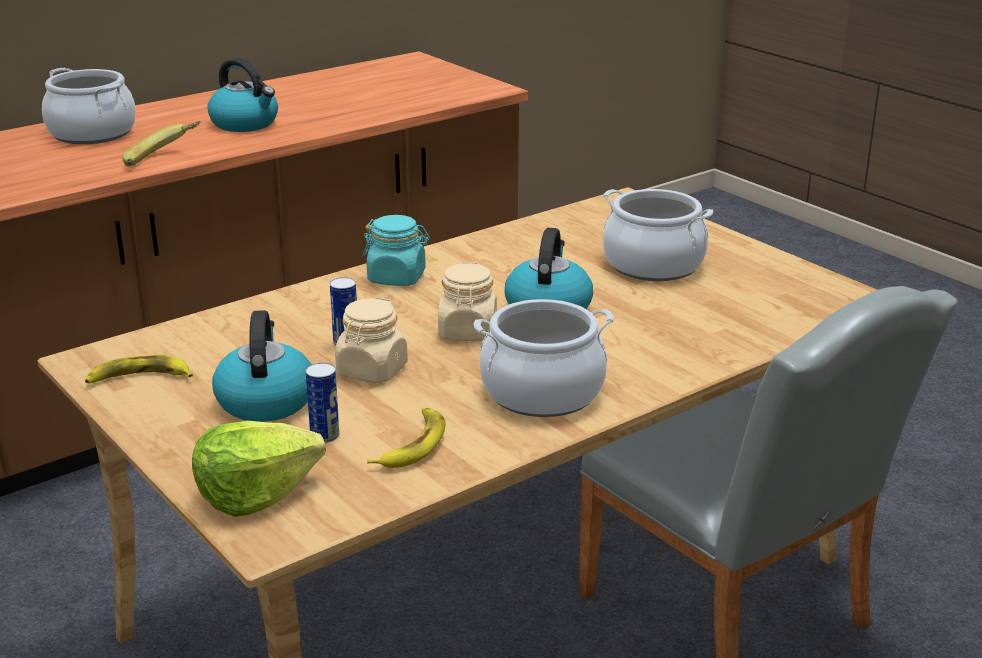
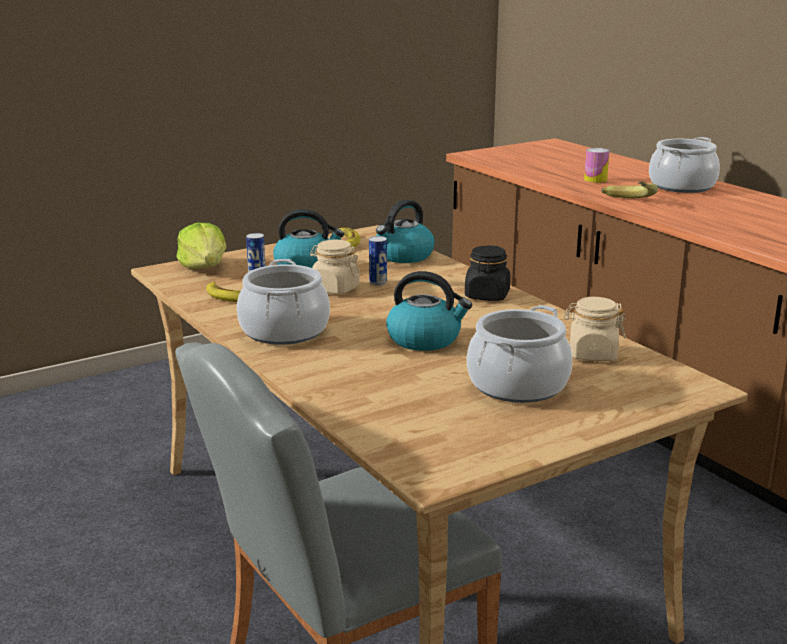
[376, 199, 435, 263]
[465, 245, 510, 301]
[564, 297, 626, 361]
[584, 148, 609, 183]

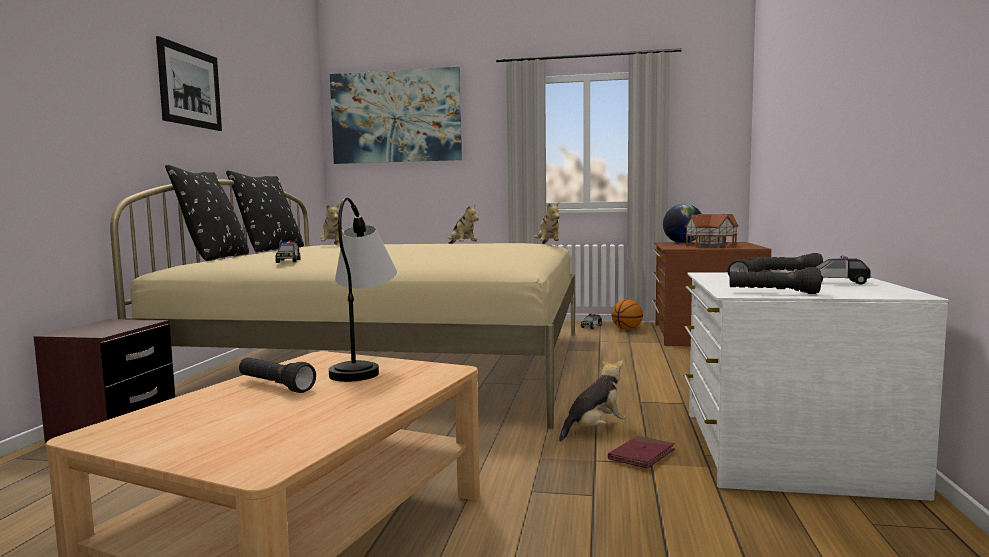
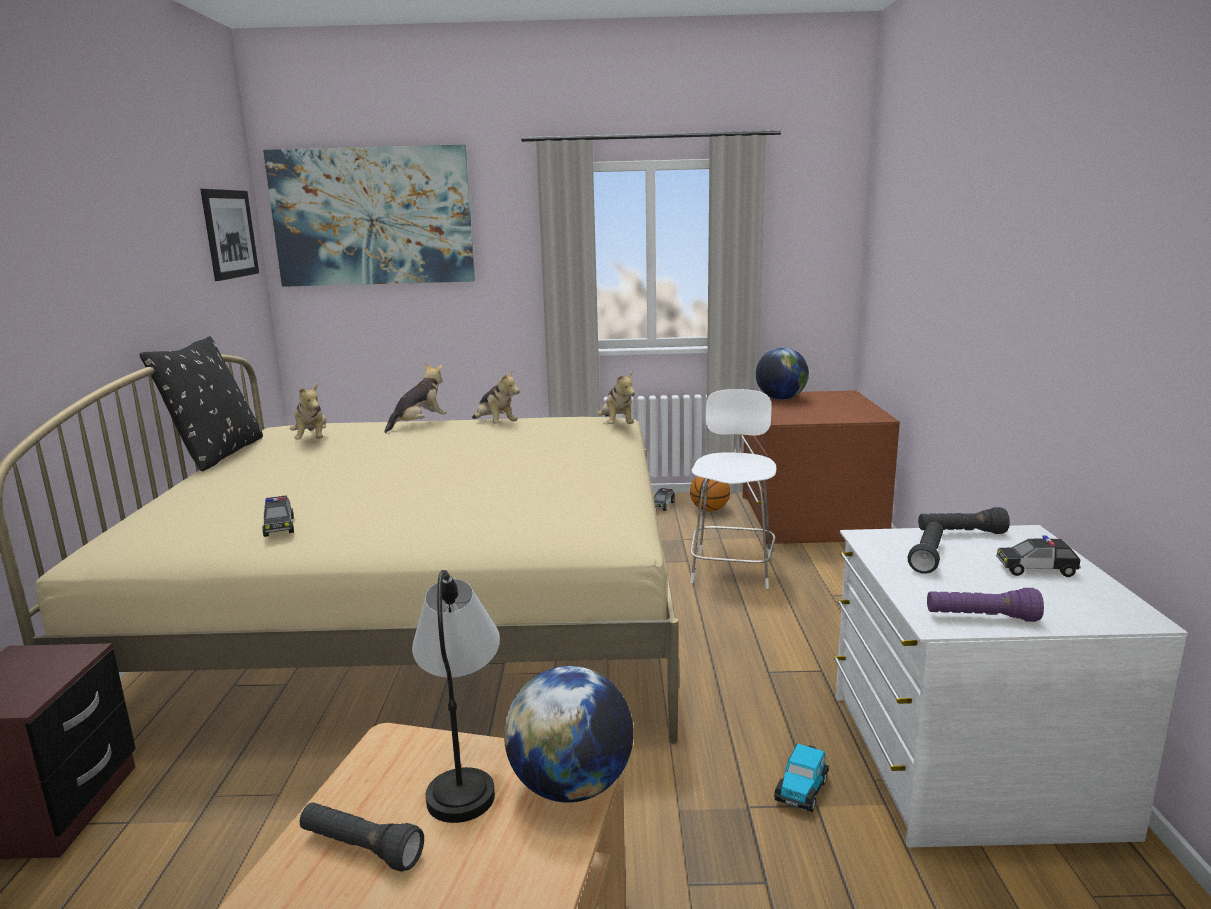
[200, 189, 259, 281]
[165, 165, 249, 261] (first image)
[685, 214, 739, 248] (first image)
[927, 588, 1044, 622]
[384, 363, 447, 433]
[774, 744, 829, 812]
[690, 389, 776, 589]
[504, 666, 634, 803]

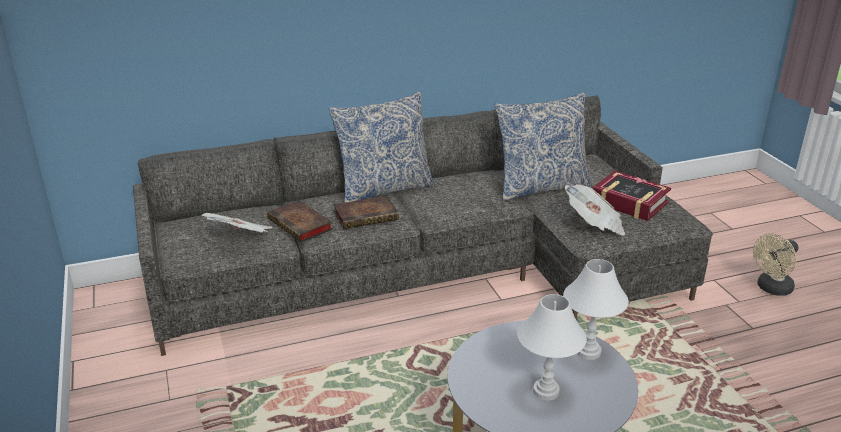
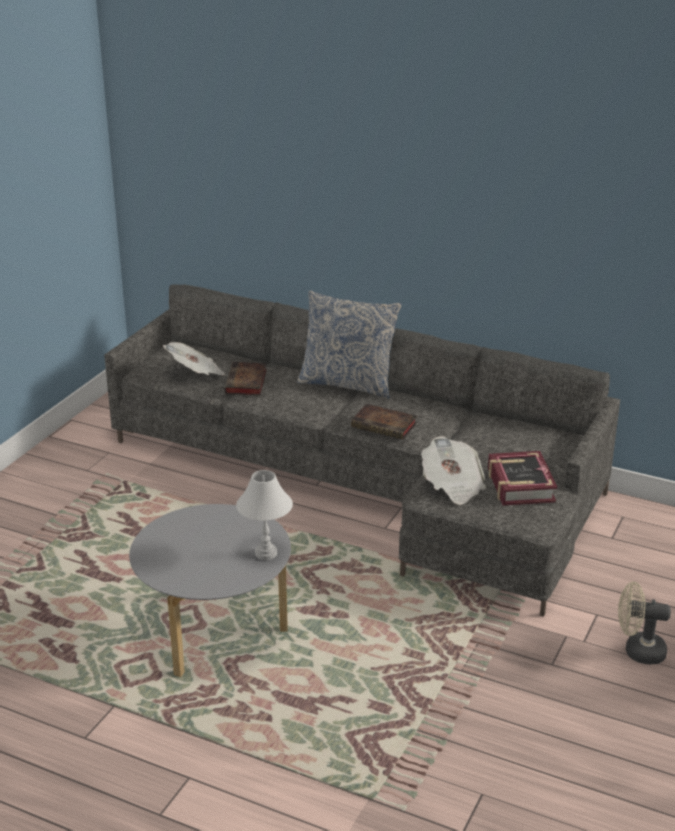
[495, 92, 592, 201] (first image)
[351, 404, 417, 439]
[517, 294, 587, 400] (first image)

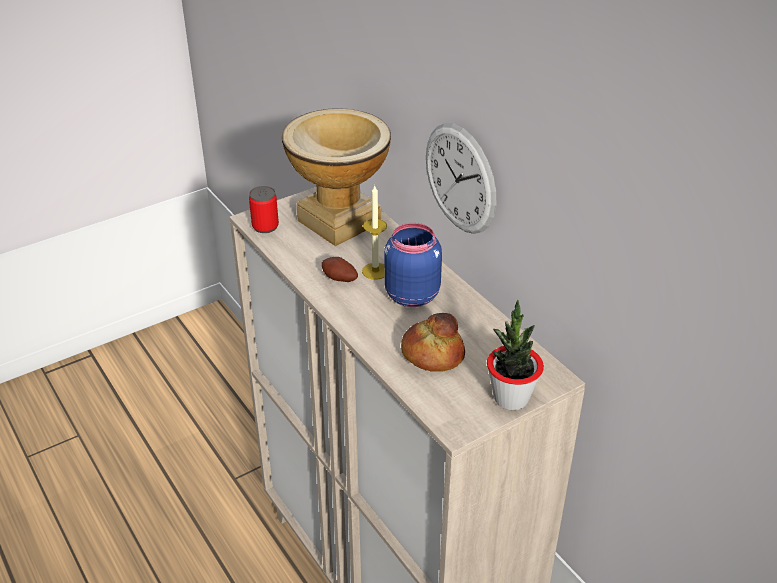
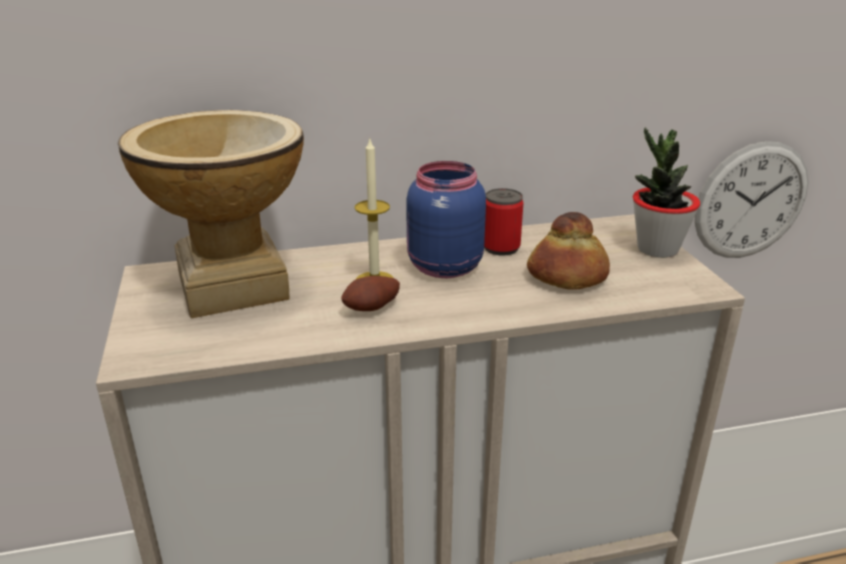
[694, 141, 808, 258]
[484, 188, 523, 256]

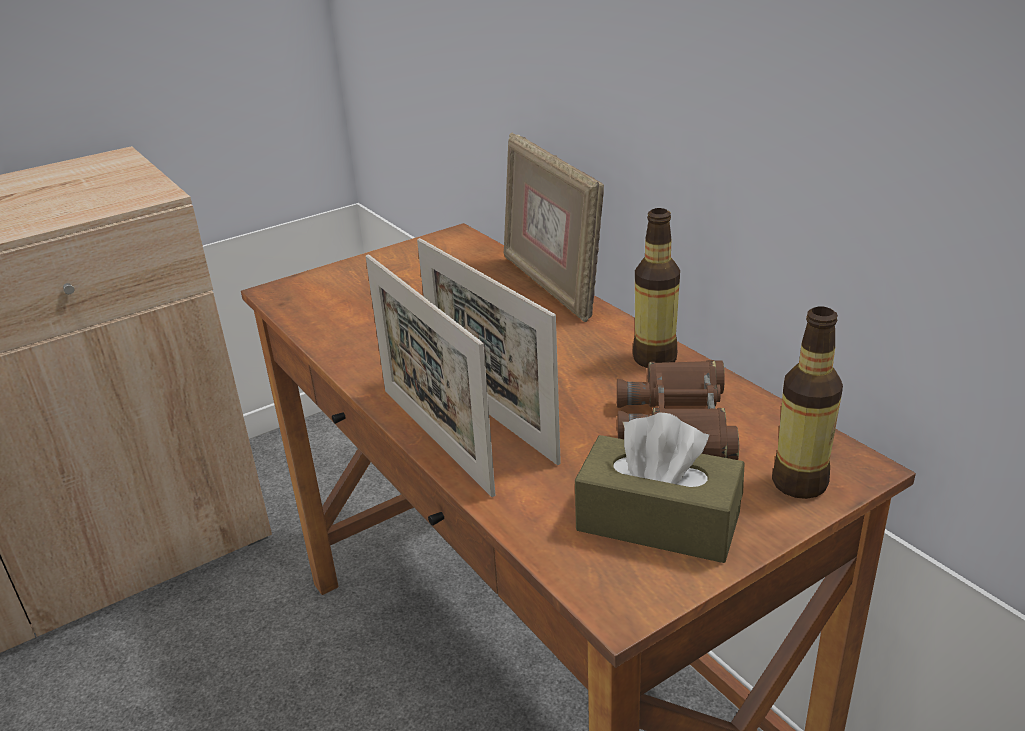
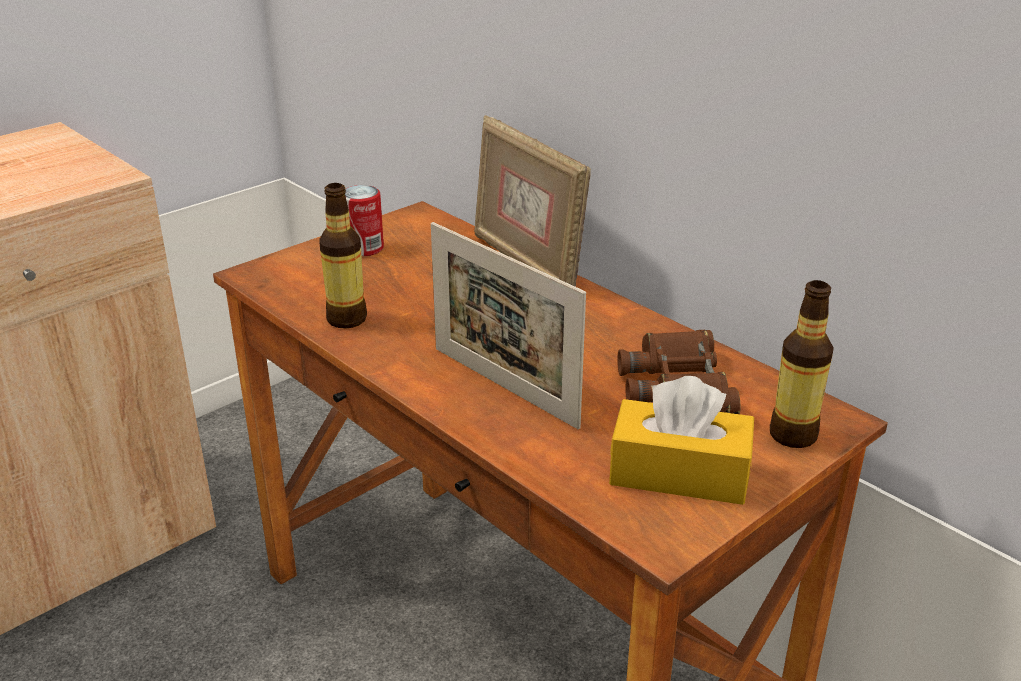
[319, 183, 367, 329]
[366, 254, 495, 497] (first image)
[609, 376, 754, 505]
[345, 185, 384, 256]

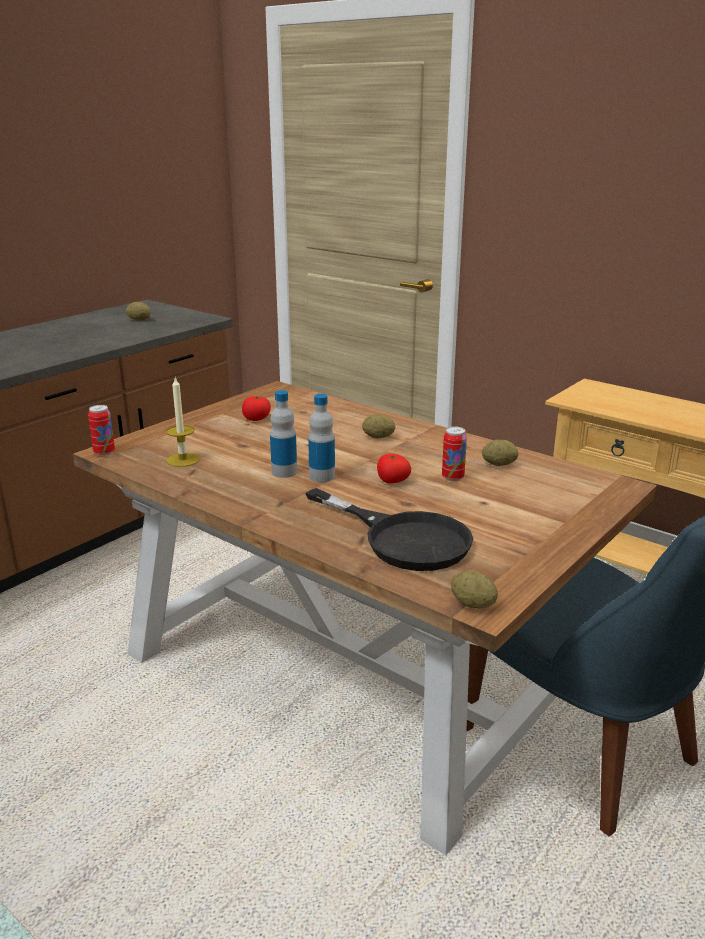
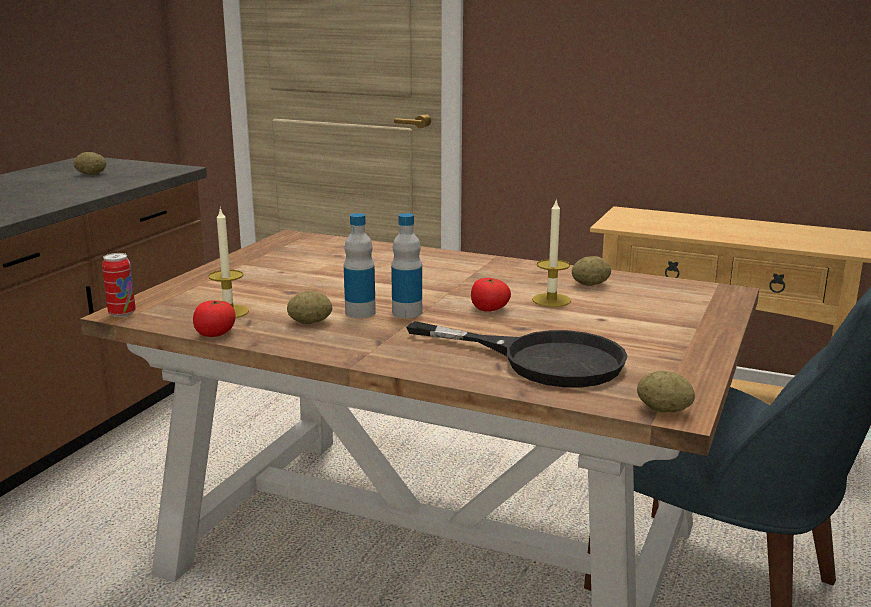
[193, 300, 236, 337]
[287, 291, 333, 324]
[532, 198, 571, 307]

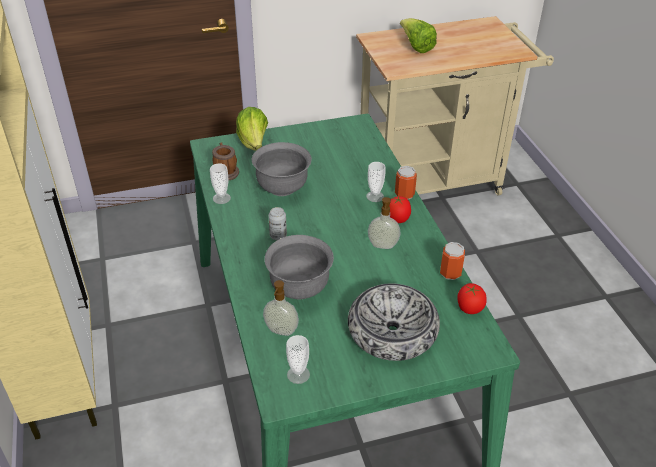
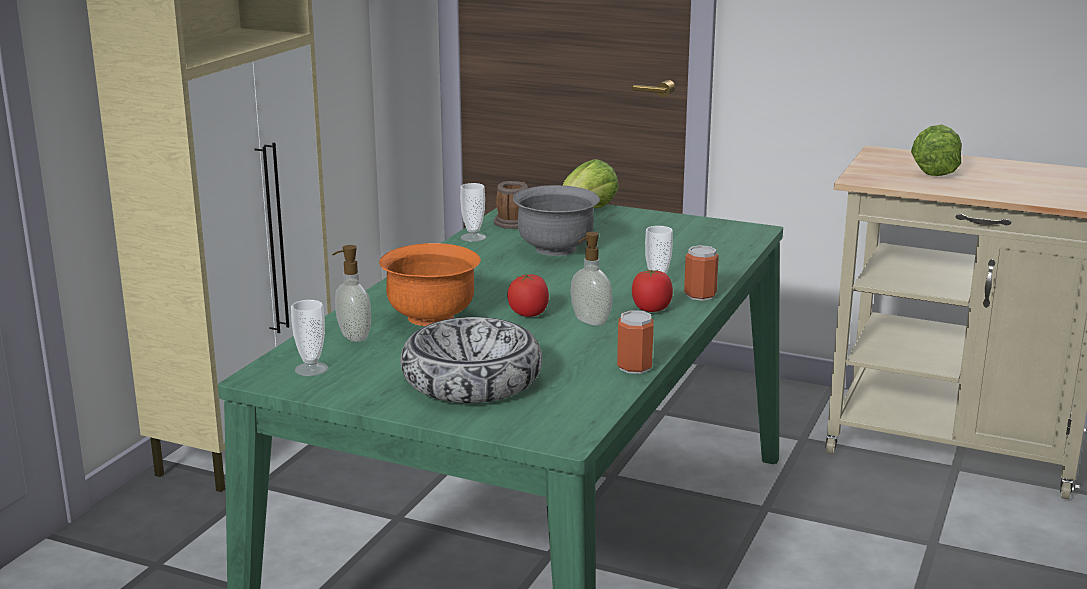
[268, 207, 287, 240] (first image)
[379, 243, 481, 326]
[507, 273, 549, 317]

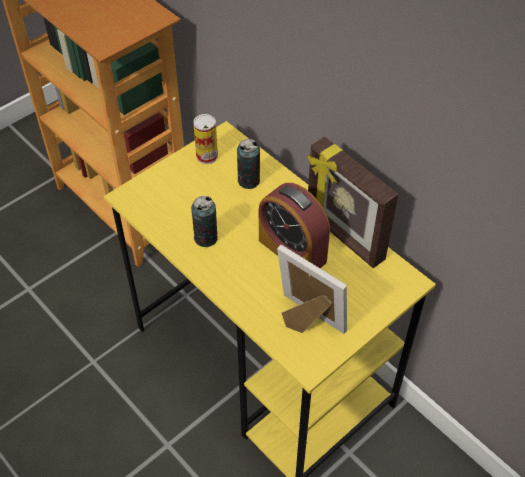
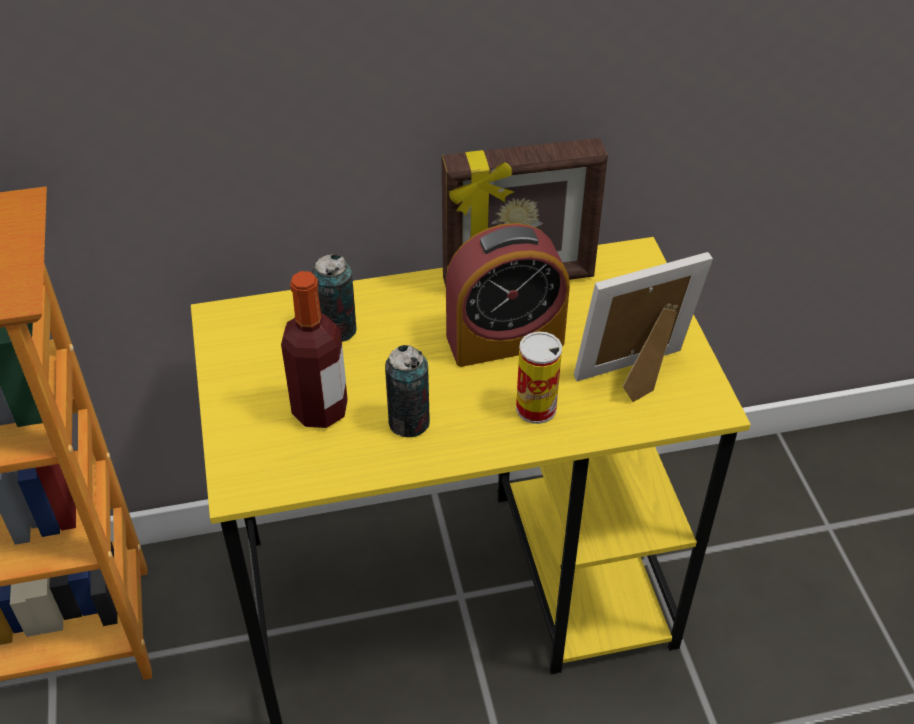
[516, 331, 562, 424]
[281, 271, 348, 428]

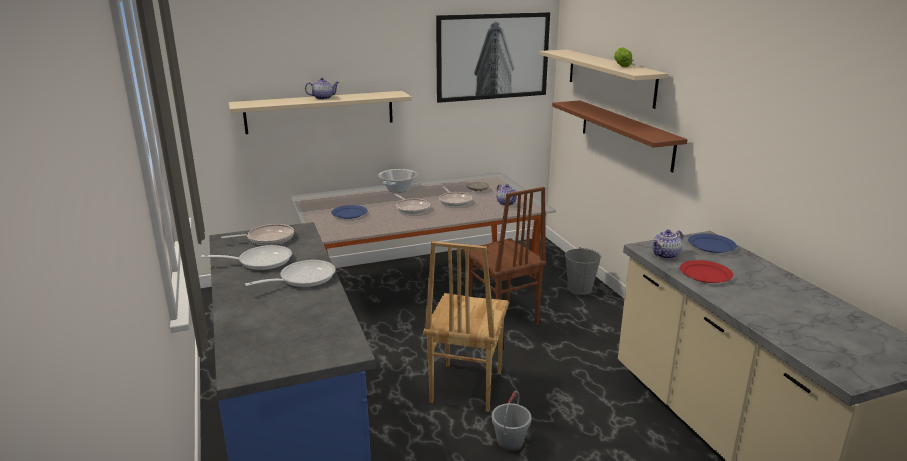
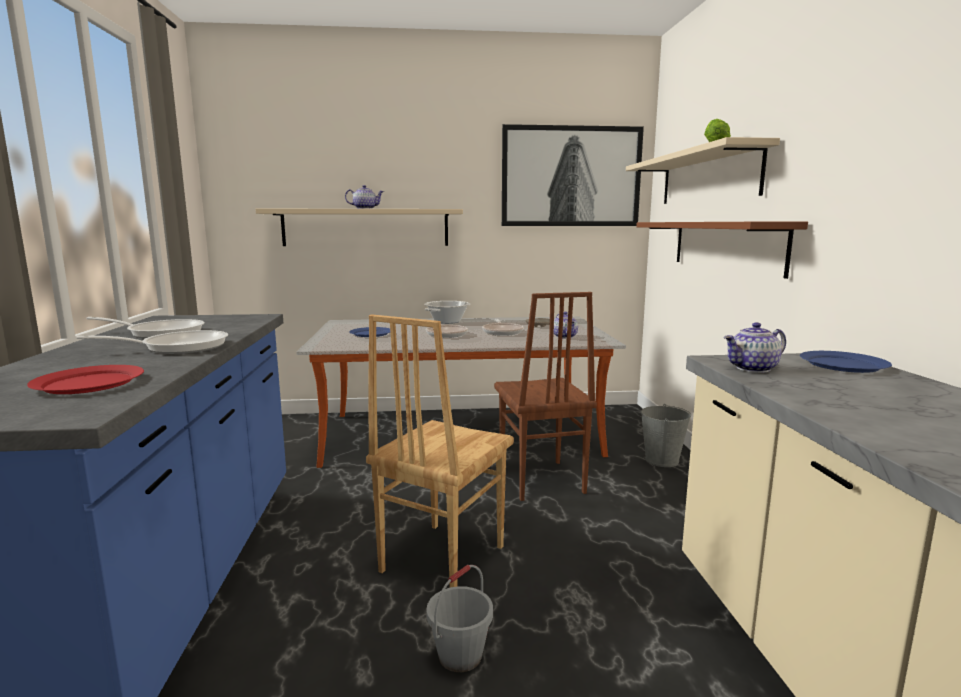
[221, 224, 294, 245] (first image)
[27, 365, 144, 394]

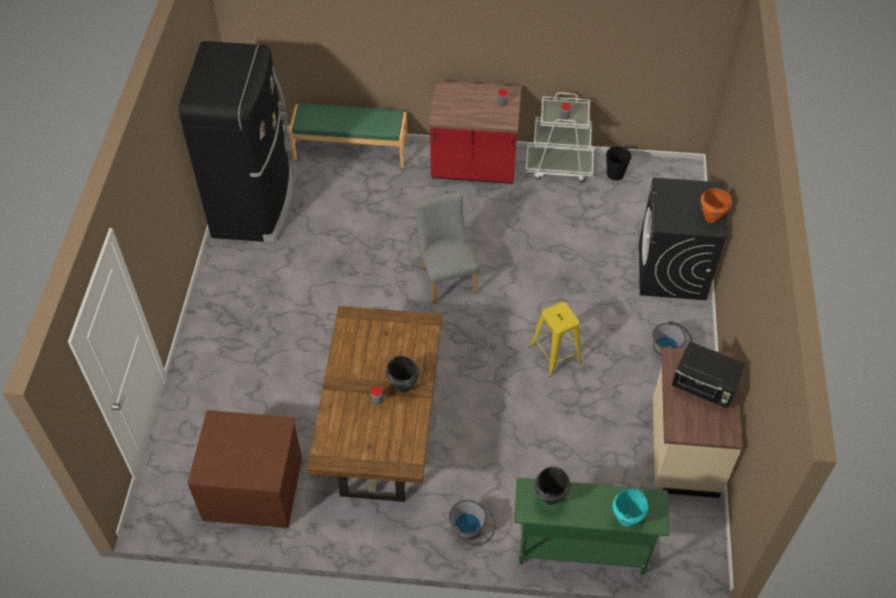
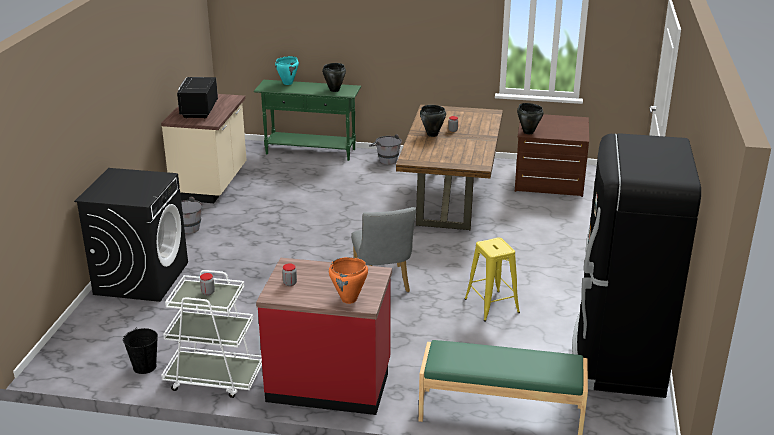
[329, 257, 368, 304]
[465, 237, 520, 322]
[177, 77, 218, 119]
[517, 103, 543, 134]

